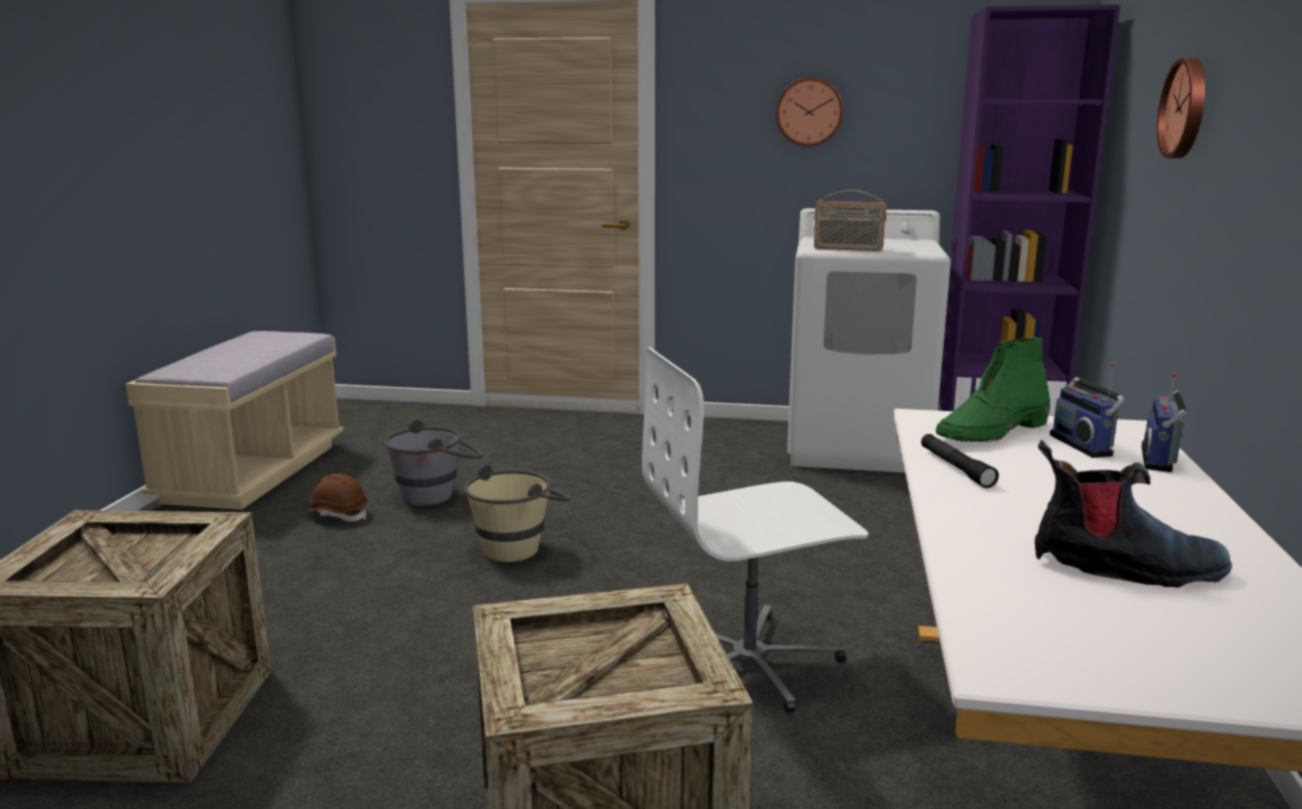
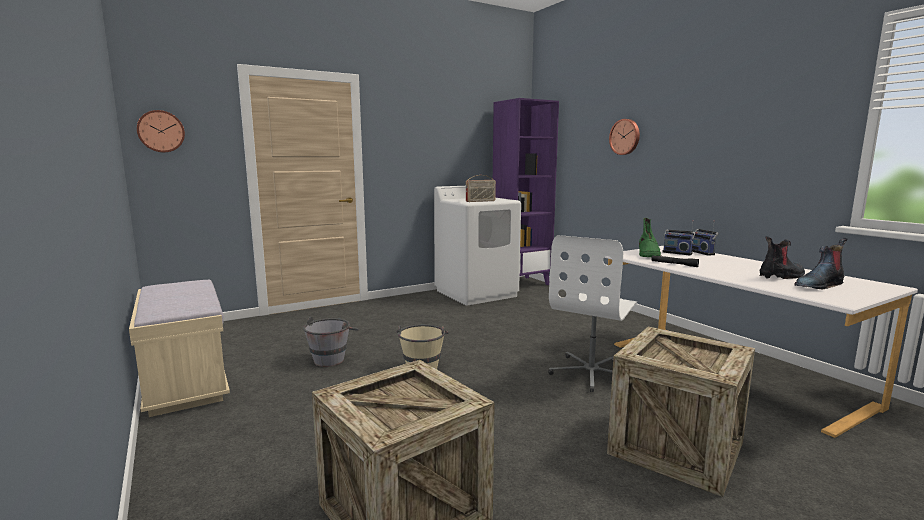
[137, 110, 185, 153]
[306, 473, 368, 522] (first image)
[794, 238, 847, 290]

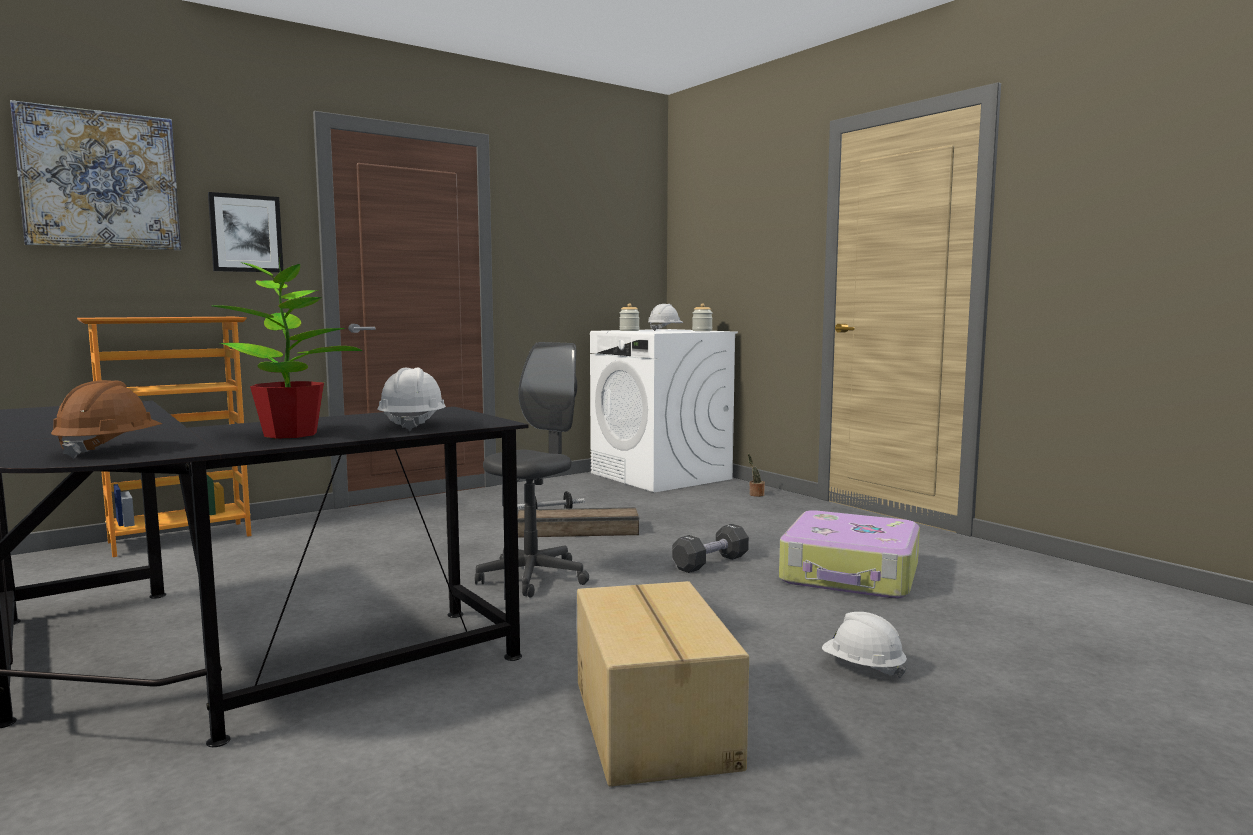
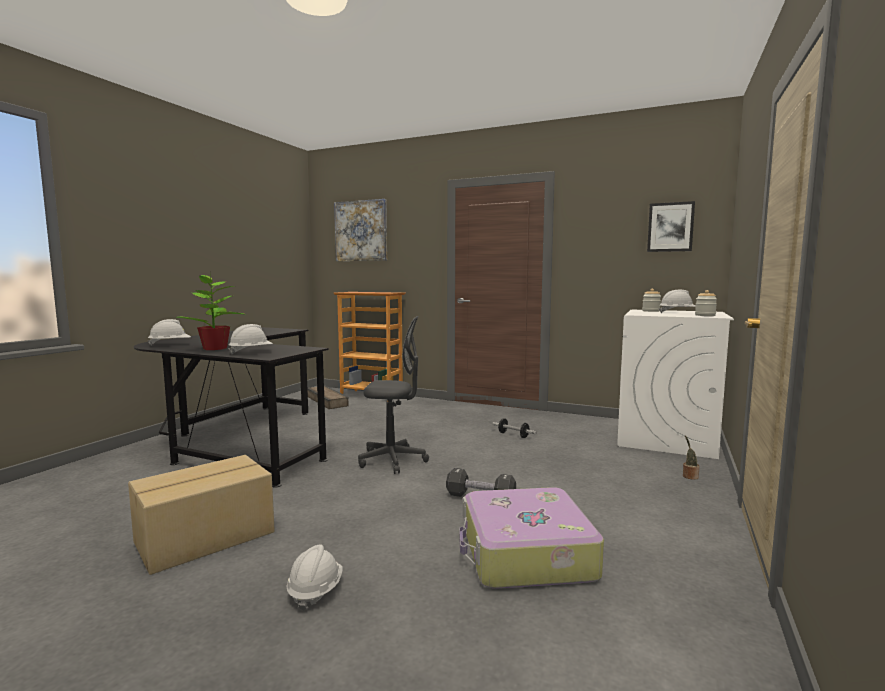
[647, 201, 695, 252]
[148, 319, 191, 346]
[307, 386, 349, 409]

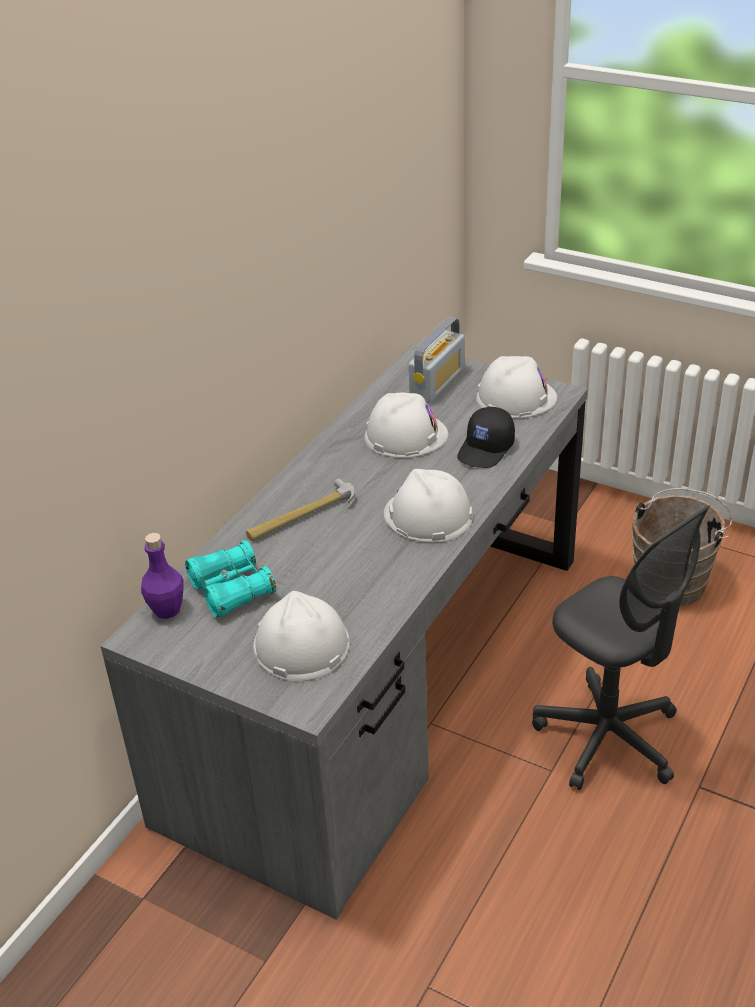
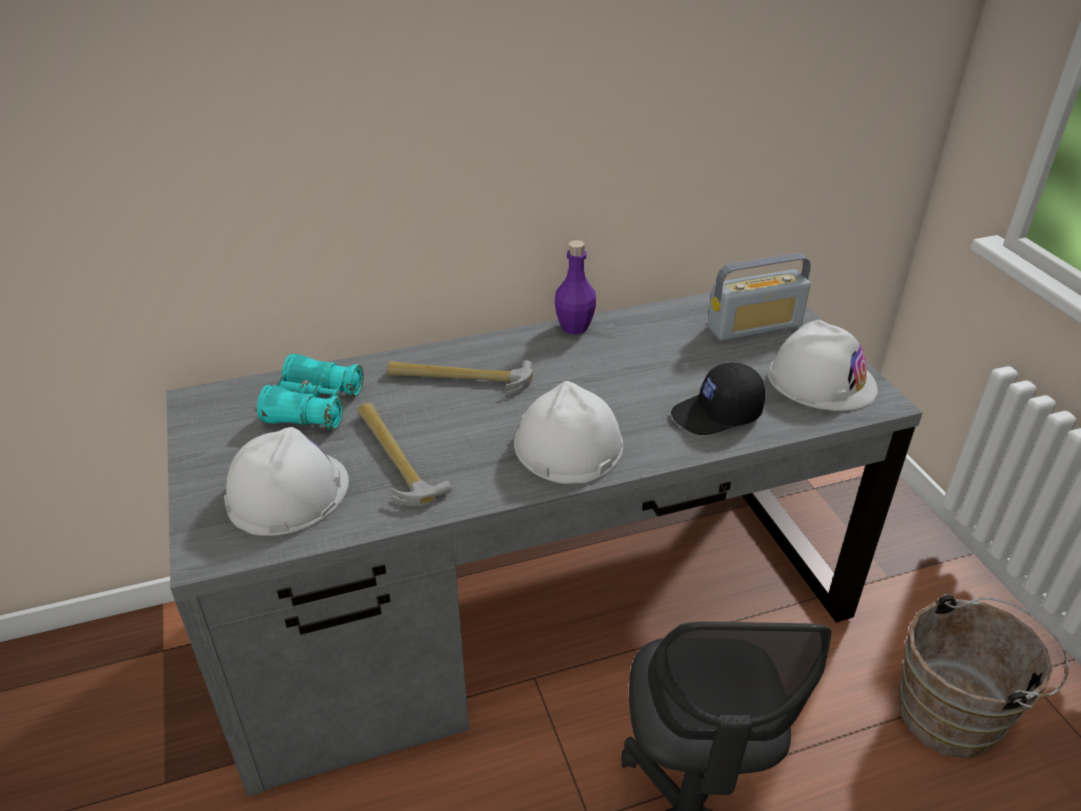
[364, 393, 448, 458] (first image)
[555, 240, 596, 335]
[358, 403, 451, 506]

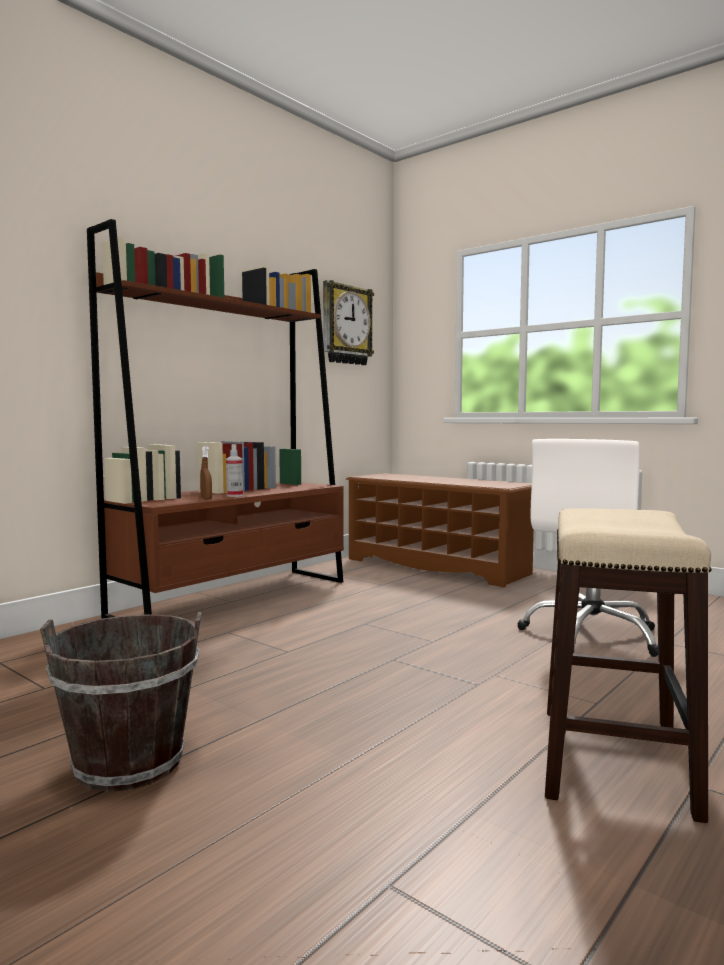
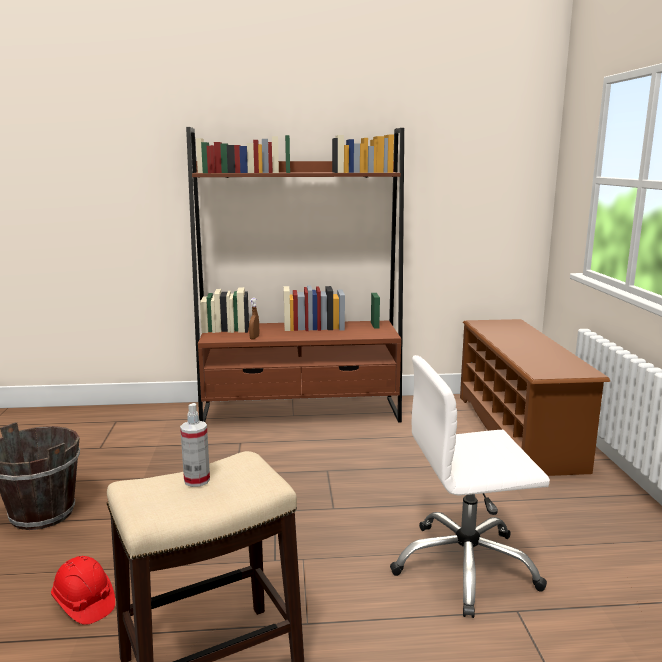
[323, 280, 374, 365] (first image)
[180, 403, 210, 487]
[51, 556, 115, 625]

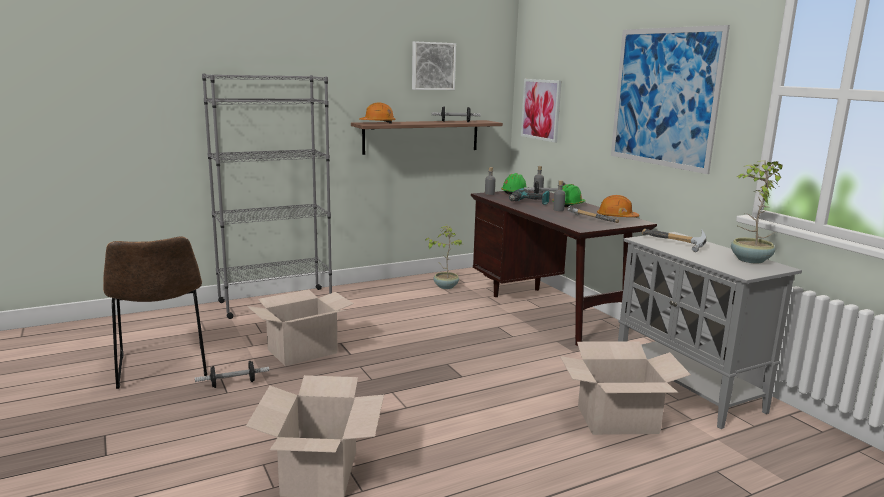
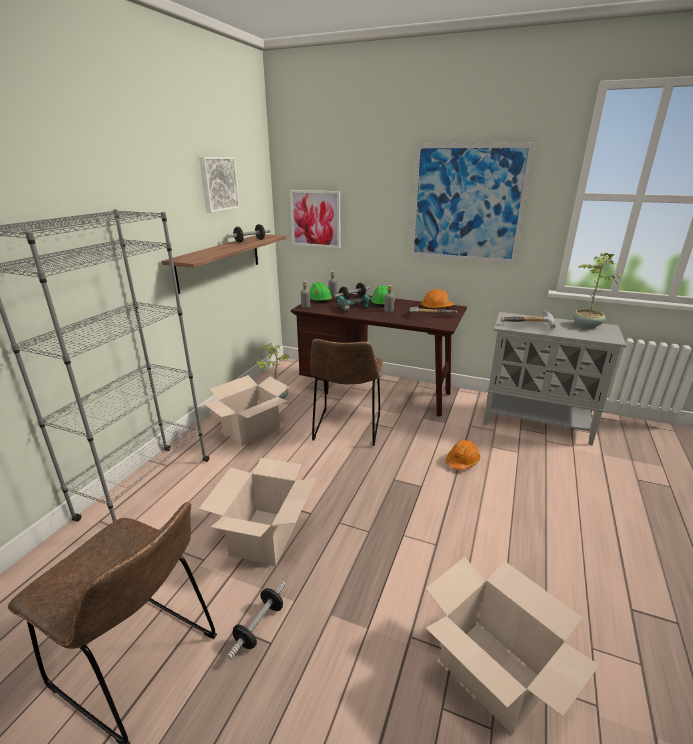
[446, 440, 480, 470]
[203, 375, 289, 446]
[310, 339, 383, 446]

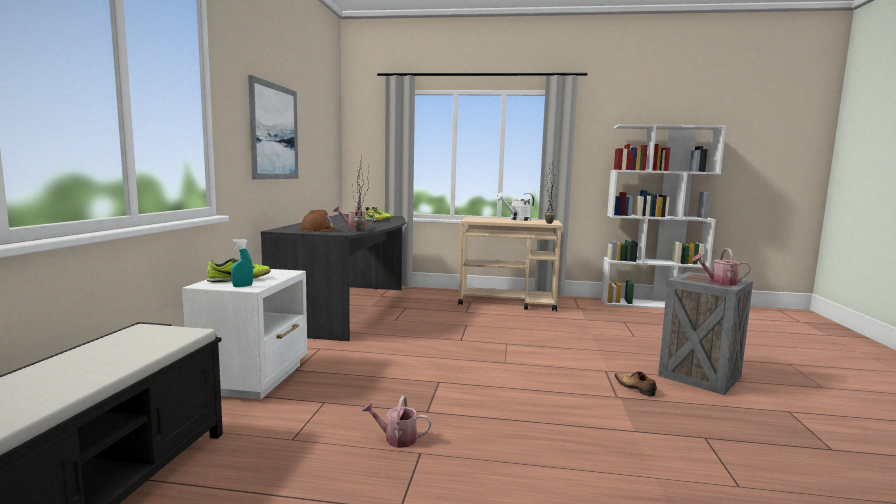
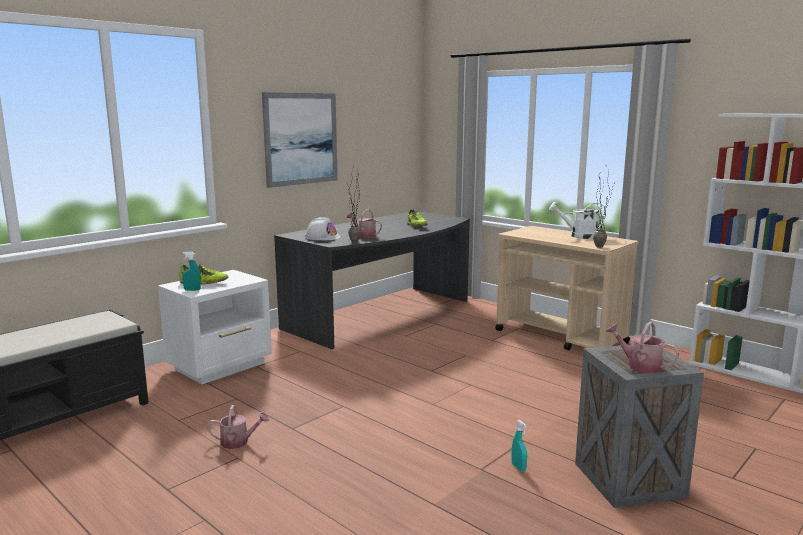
[305, 217, 341, 240]
[511, 420, 527, 471]
[207, 405, 269, 449]

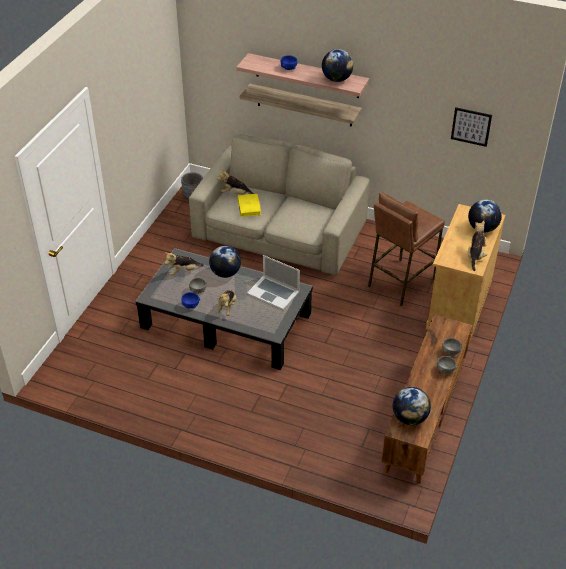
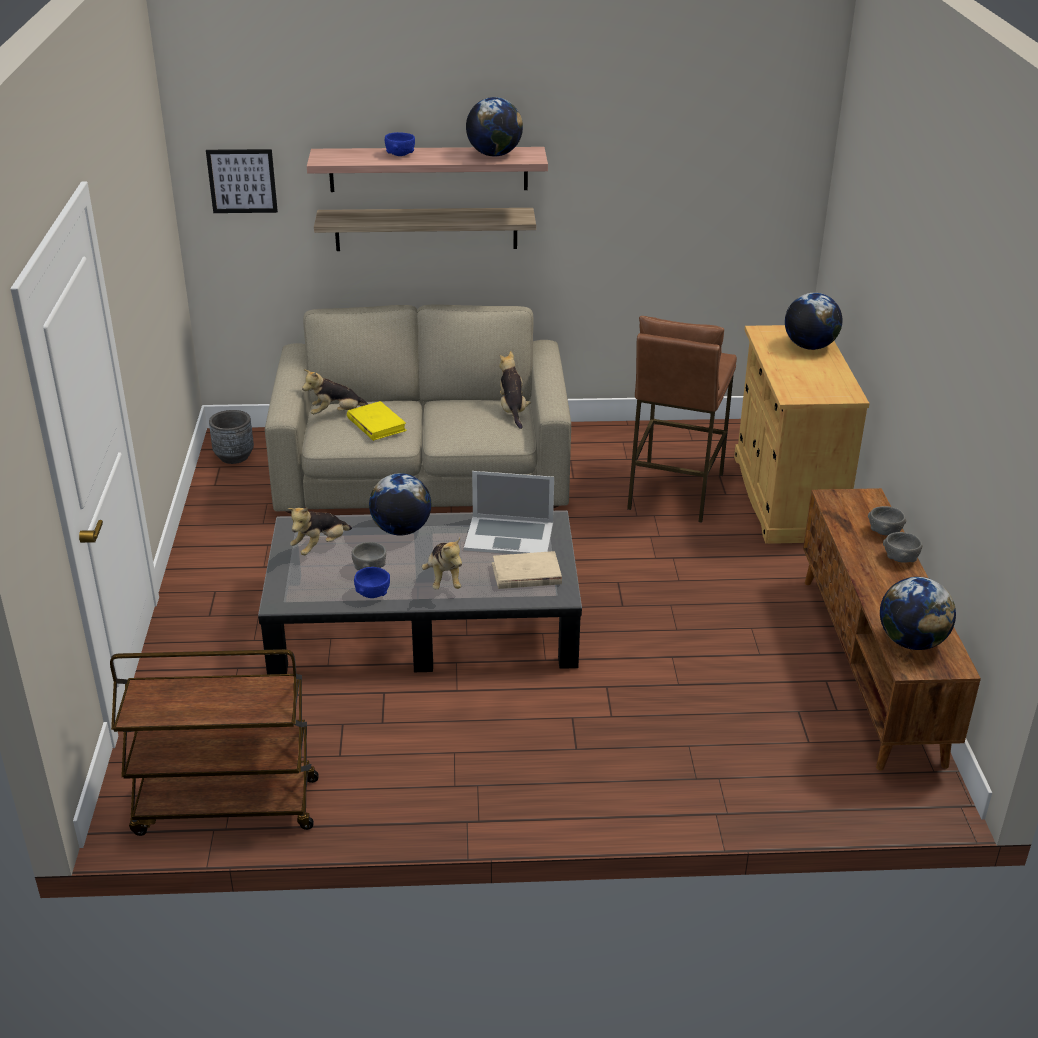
[206, 149, 278, 213]
[499, 351, 531, 429]
[492, 551, 562, 589]
[110, 649, 319, 836]

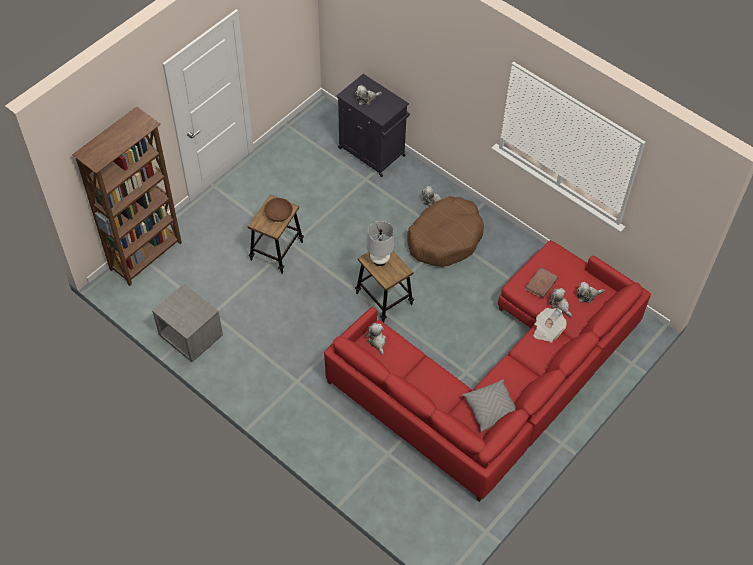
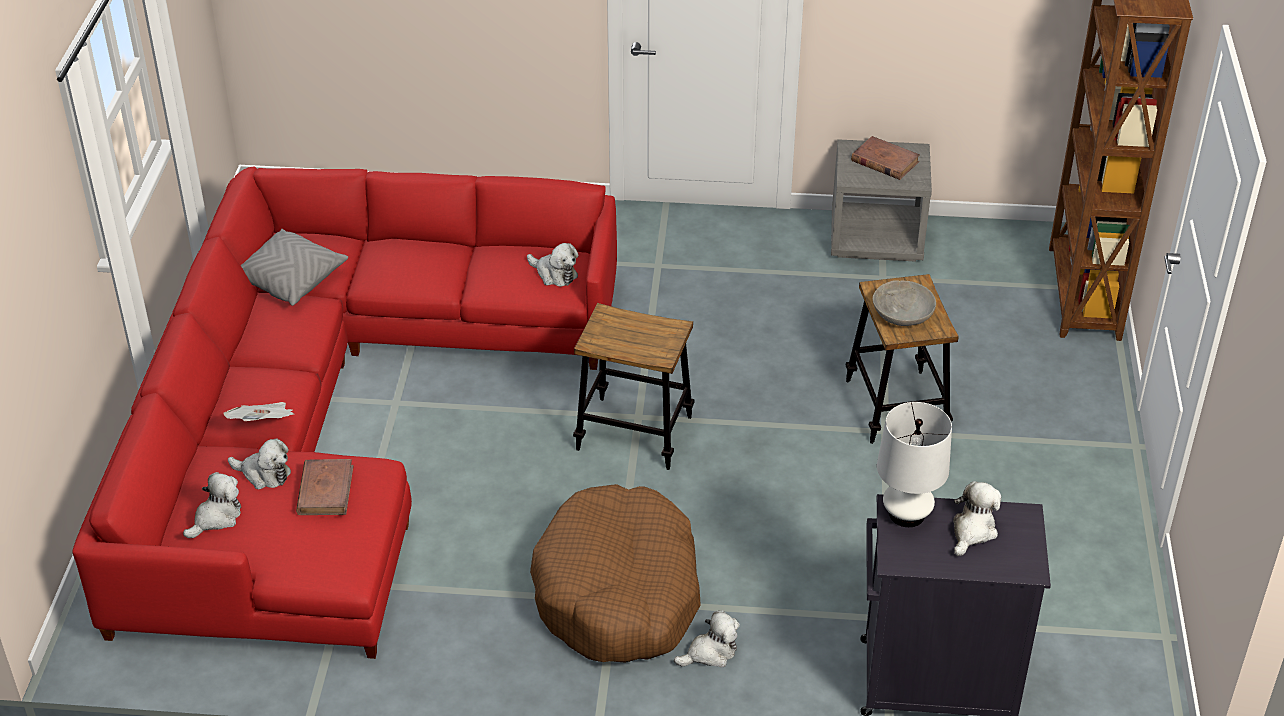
[873, 280, 936, 326]
[877, 402, 952, 527]
[851, 136, 920, 180]

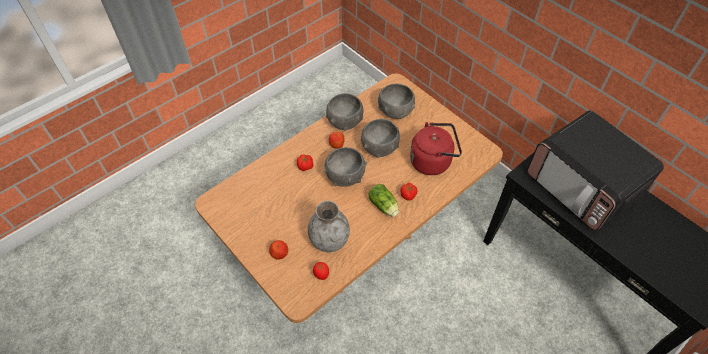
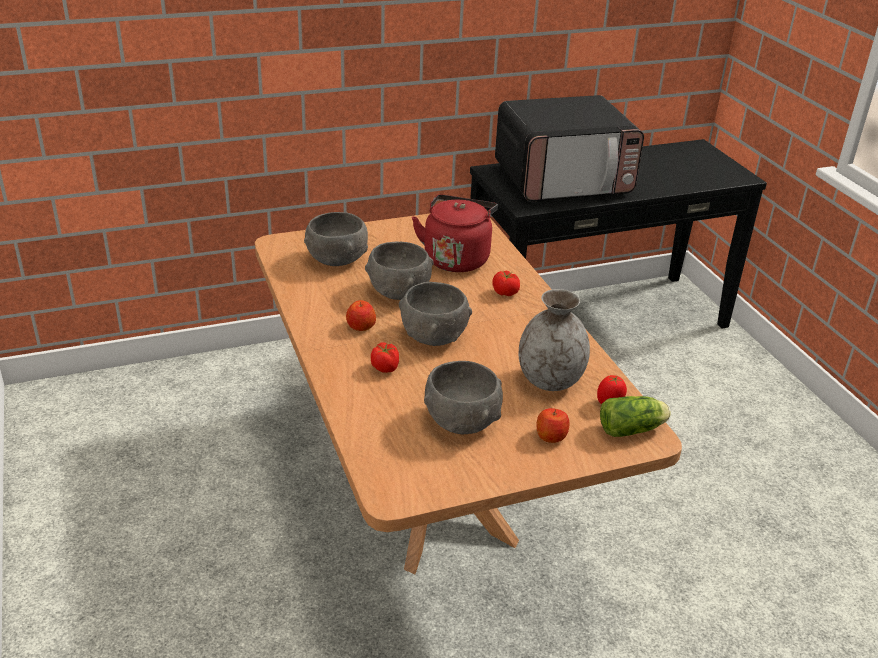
[424, 361, 503, 434]
[600, 396, 671, 437]

